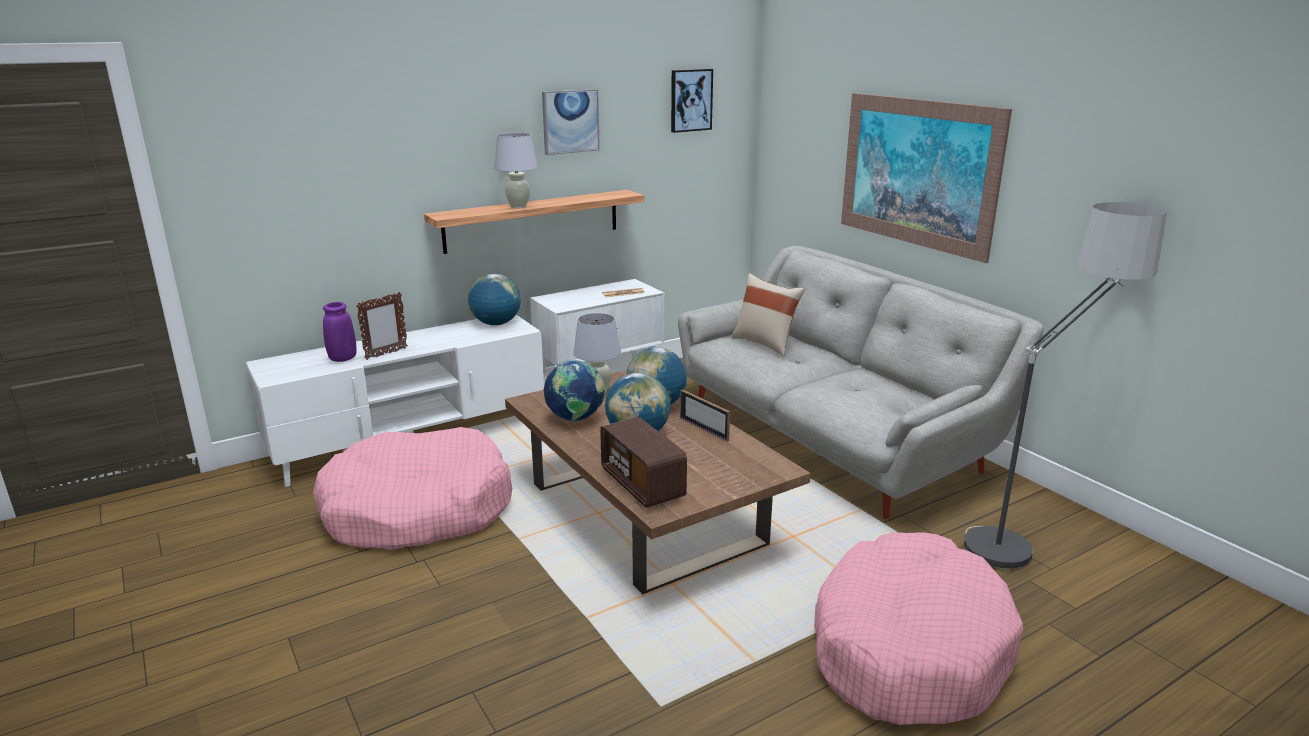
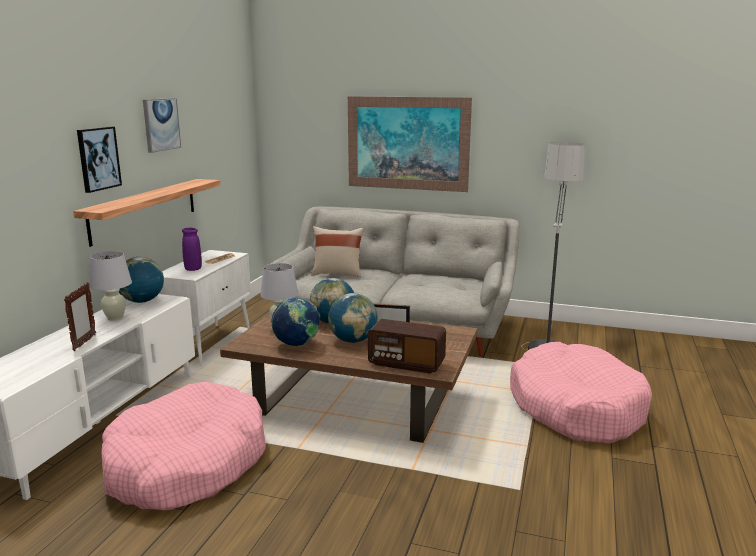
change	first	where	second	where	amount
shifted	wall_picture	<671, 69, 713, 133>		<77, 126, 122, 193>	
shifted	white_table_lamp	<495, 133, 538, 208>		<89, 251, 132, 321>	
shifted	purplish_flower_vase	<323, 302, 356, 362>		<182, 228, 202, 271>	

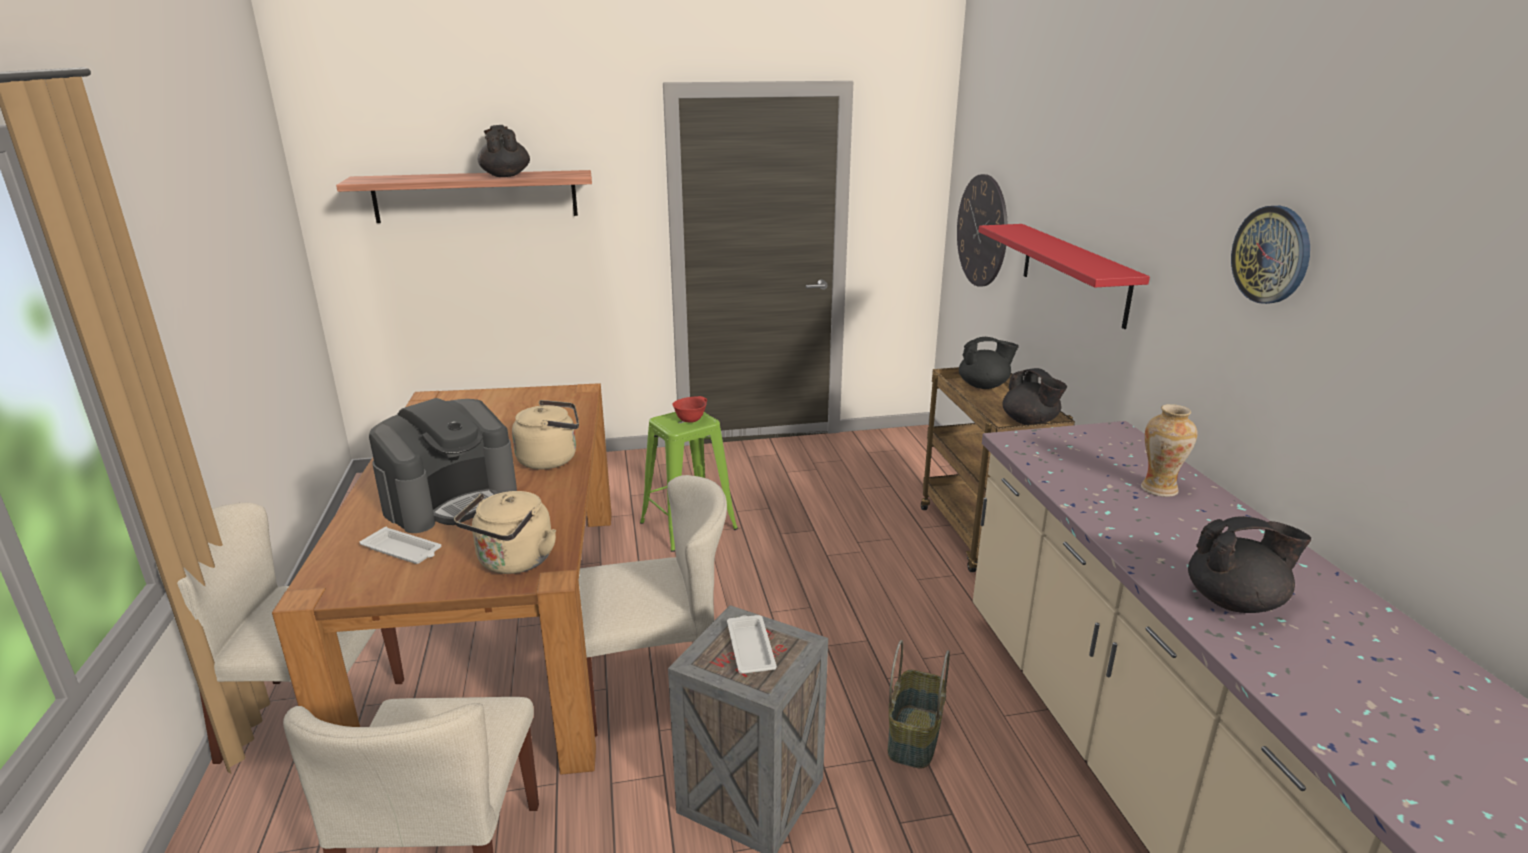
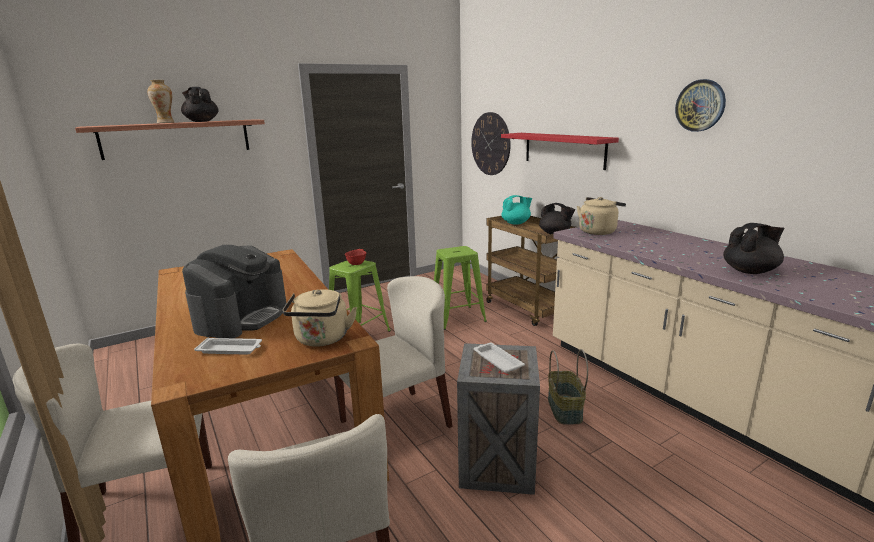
change	first	where	second	where	amount
shifted	flower_vase	<1141, 404, 1198, 497>		<147, 80, 174, 123>	
new			greenish_stool	<434, 246, 487, 330>	
repainted	black-coloured_pot_for_tea	<959, 337, 1019, 389>	blue-green_pot_for_tea	<502, 195, 532, 225>	
shifted	beige_water_kettle	<512, 400, 579, 470>		<577, 197, 626, 235>	

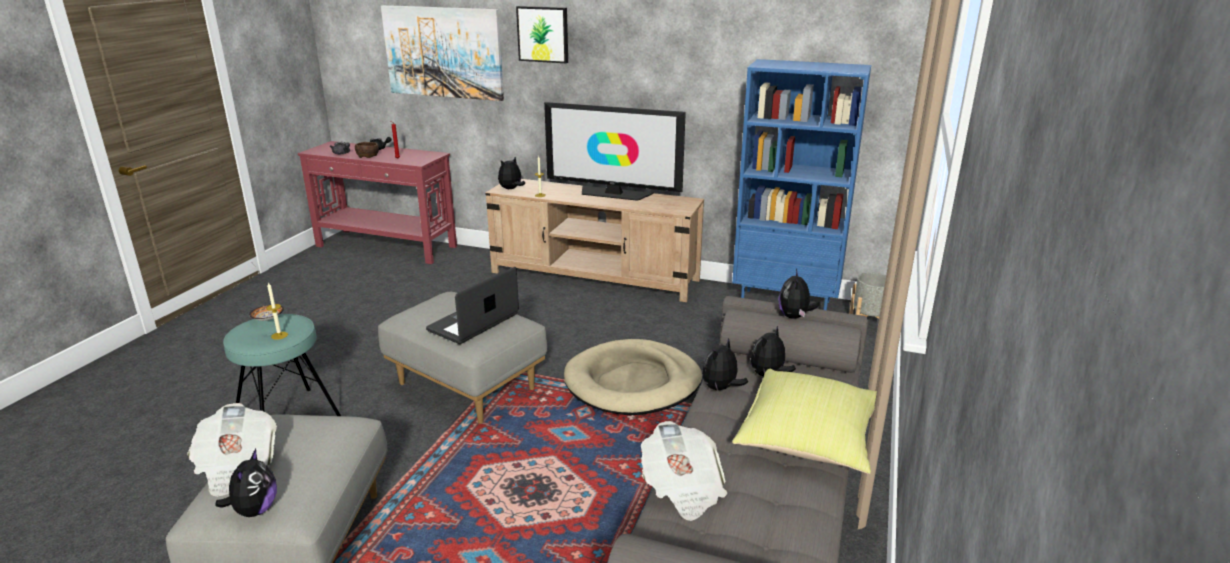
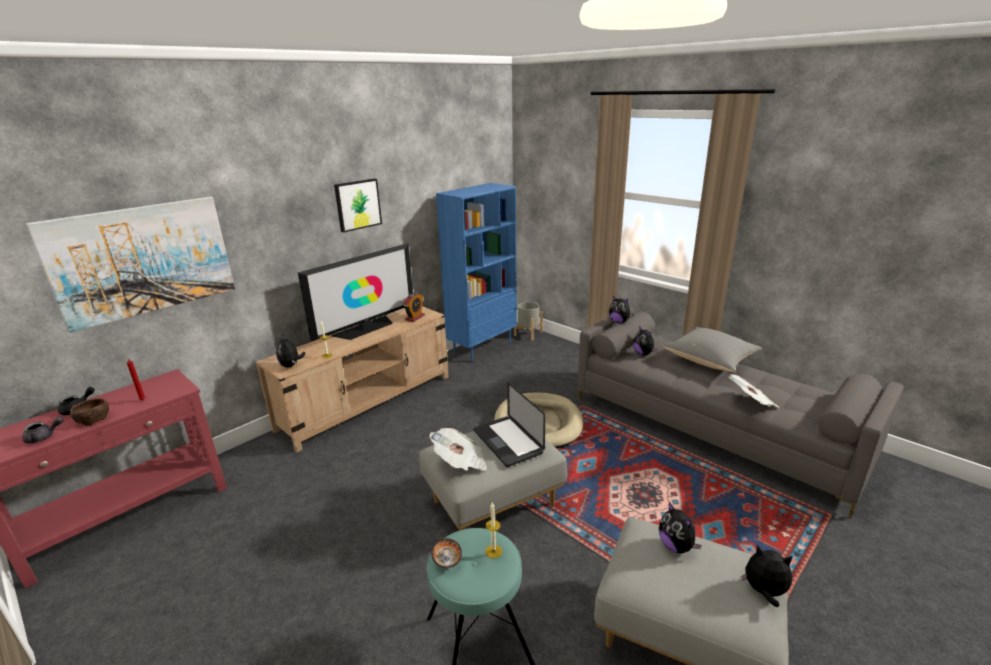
change	first	where	second	where	amount
shifted	wall_picture	<516, 6, 568, 63>		<334, 179, 382, 232>	
new			table_clock	<403, 293, 425, 322>	
shifted	printed_paper	<187, 403, 277, 497>		<430, 428, 487, 471>	
shifted	soft_toy	<702, 338, 748, 390>		<659, 502, 702, 553>	
repainted	yellow_pillow	<732, 369, 877, 474>	gray_pillow	<663, 327, 762, 372>	

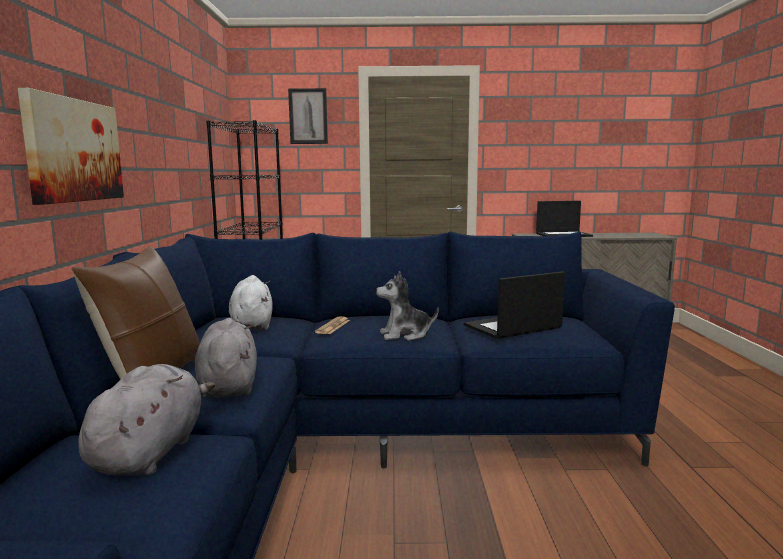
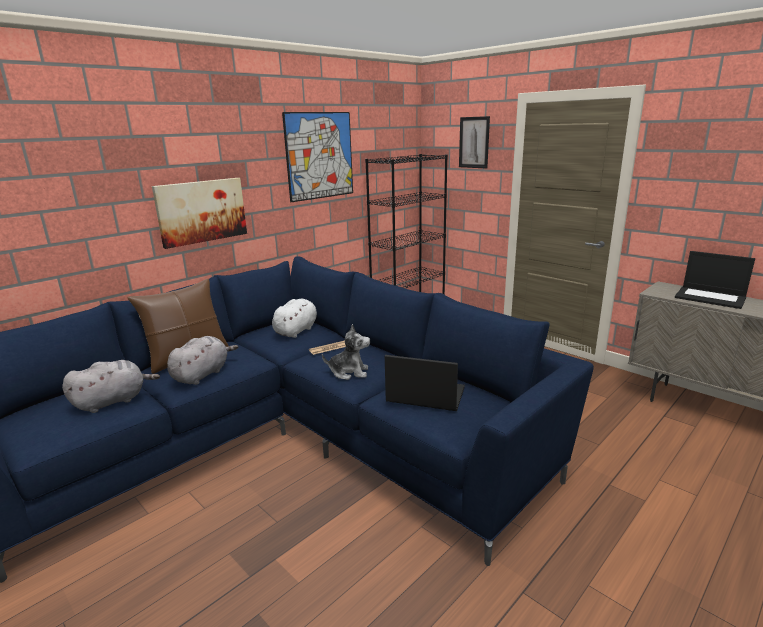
change	first	where	second	where	amount
new			wall_picture	<282, 112, 353, 202>	
rotated	soft_toy	<376, 271, 439, 341>		<322, 324, 370, 380>	150 degrees clockwise

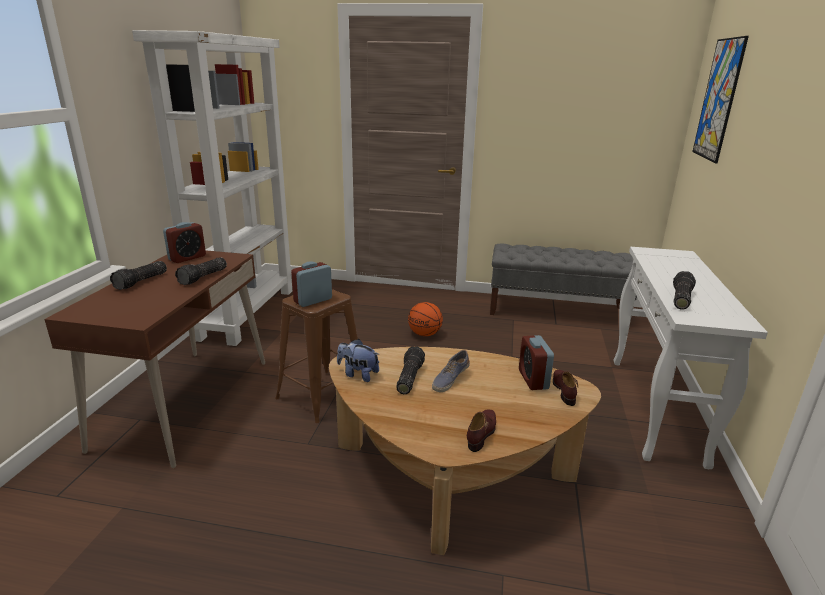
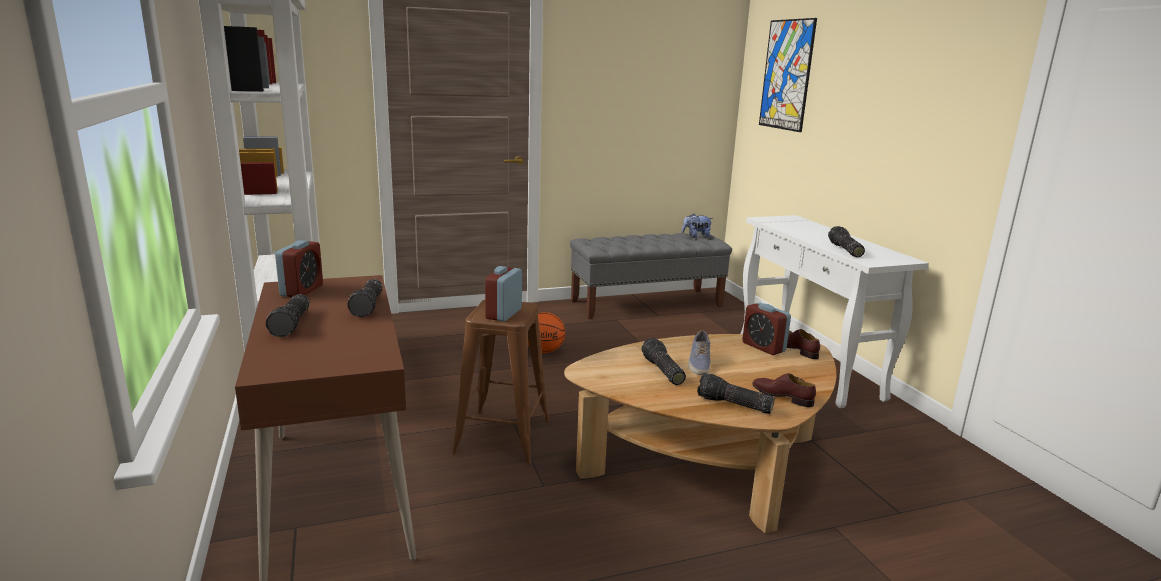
change	first	where	second	where	amount
shifted	soft_toy	<337, 339, 380, 382>		<682, 214, 713, 238>	
new			torch	<697, 373, 775, 414>	
rotated	brown-coloured_low_shoe	<467, 409, 496, 452>		<752, 373, 816, 407>	45 degrees counterclockwise

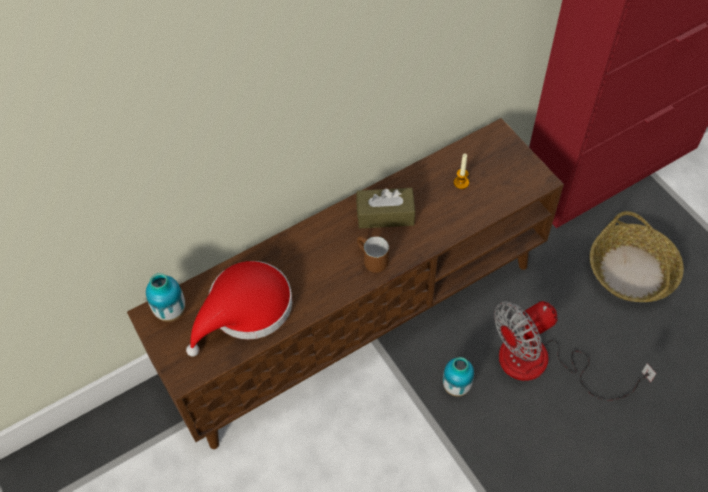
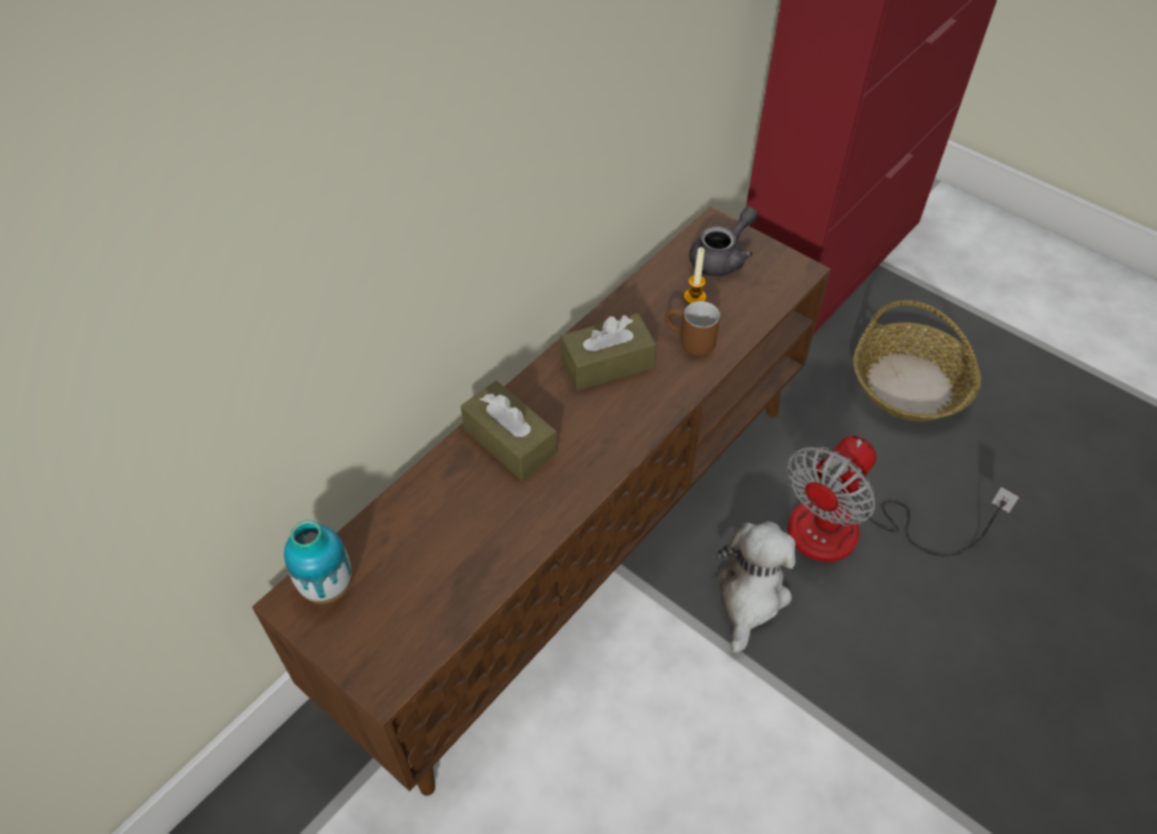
change	first	where	second	where	amount
new			brown-coloured_tissue_holder	<461, 381, 557, 481>	
shifted	brown-coloured_coffee_mug	<357, 236, 389, 273>		<665, 301, 720, 356>	
new			gray_pot_for_tea	<689, 207, 758, 276>	
swapped	flower_vase	<443, 357, 474, 397>	soft_toy	<716, 521, 796, 654>	
gone	red-coloured_clothing_hat	<186, 261, 292, 357>			

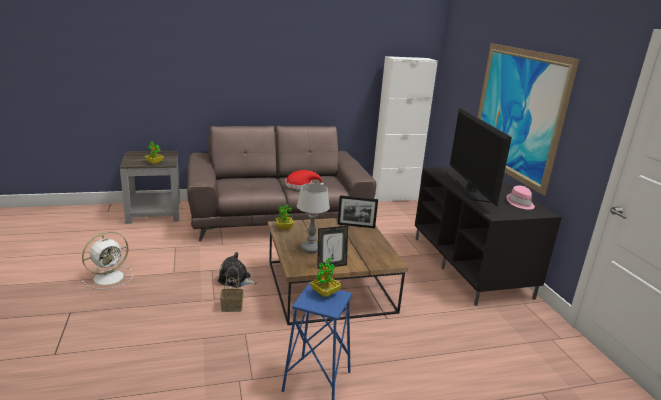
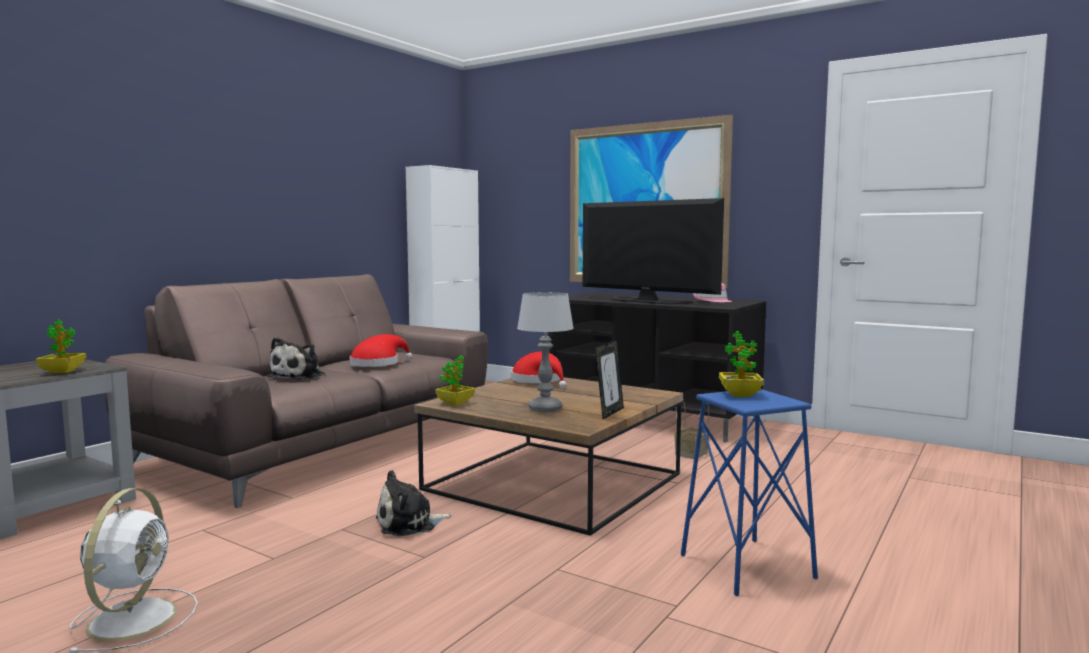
change	first	where	second	where	amount
new			soft_toy	<267, 337, 325, 379>	
swapped	picture_frame	<338, 195, 378, 228>	red-coloured_clothing_hat	<511, 352, 567, 388>	
shifted	basket	<220, 267, 243, 312>		<674, 400, 709, 459>	

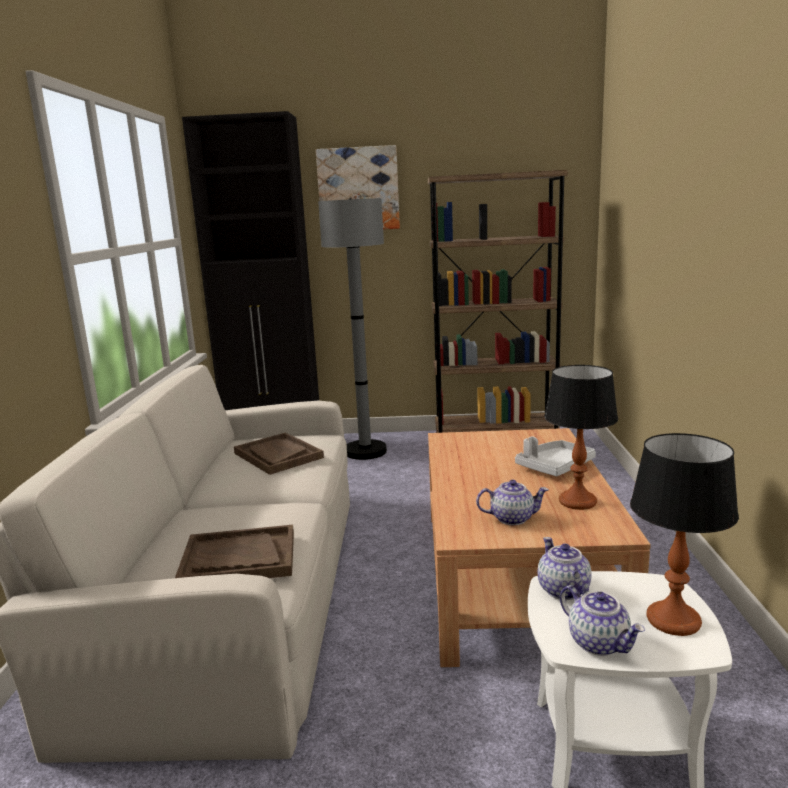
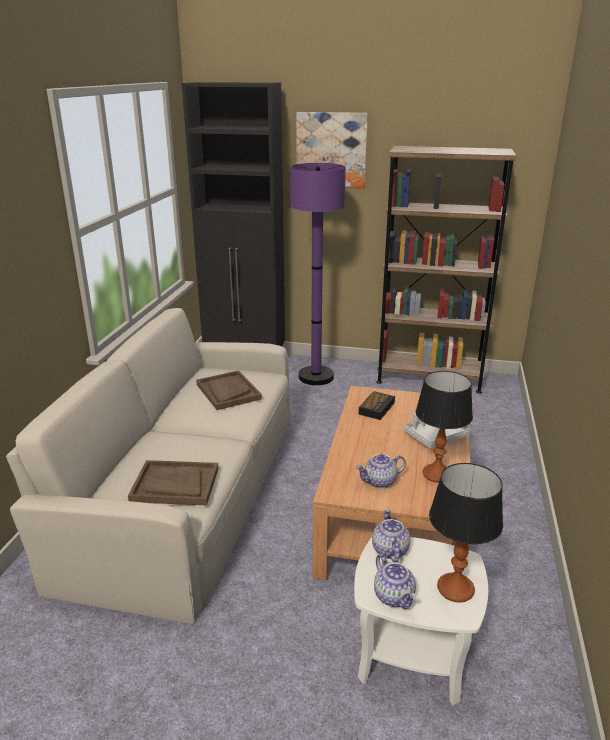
change	first	where	second	where	amount
repainted	gray_floor_lamp	<318, 198, 387, 460>	purplish_floor_lamp	<290, 163, 346, 385>	
rotated	pot_for_tea	<476, 480, 549, 525>		<356, 454, 406, 488>	150 degrees clockwise
new			table_clock	<359, 391, 395, 420>	

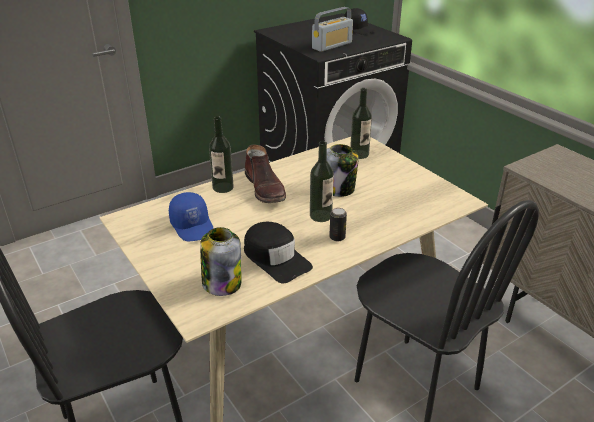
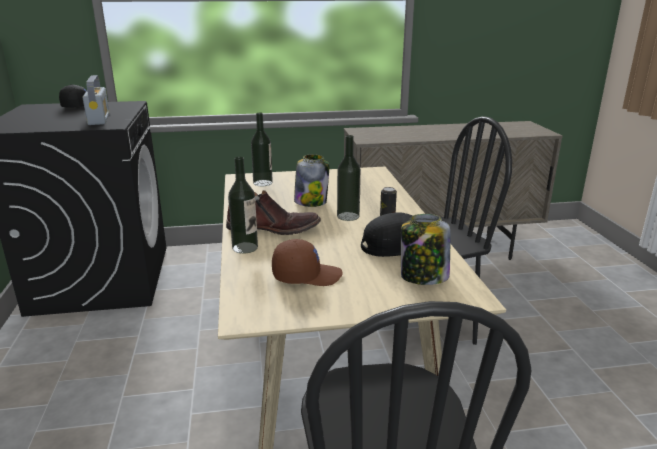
change	first	where	second	where	amount
repainted	blue-coloured_peaked_cap	<169, 192, 214, 241>	brown-coloured_peaked_cap	<272, 239, 343, 286>	

